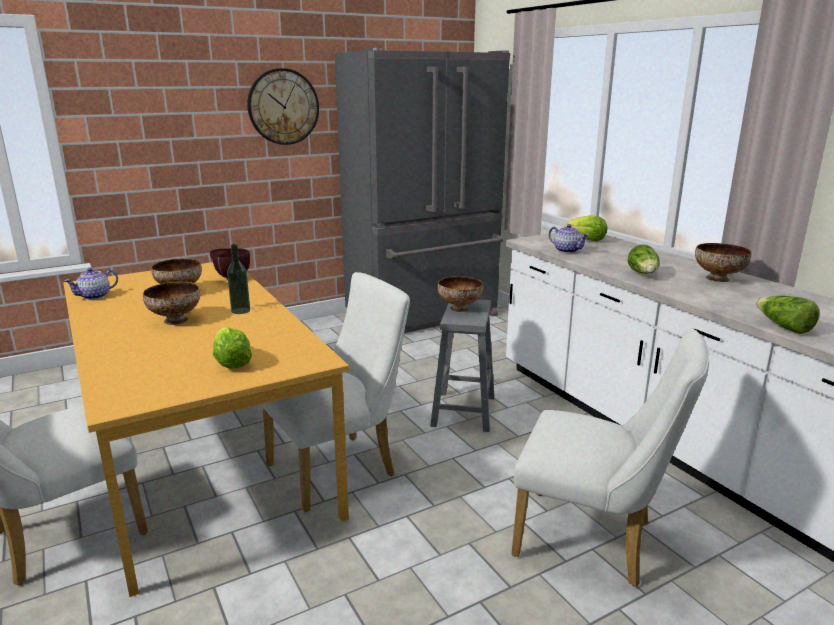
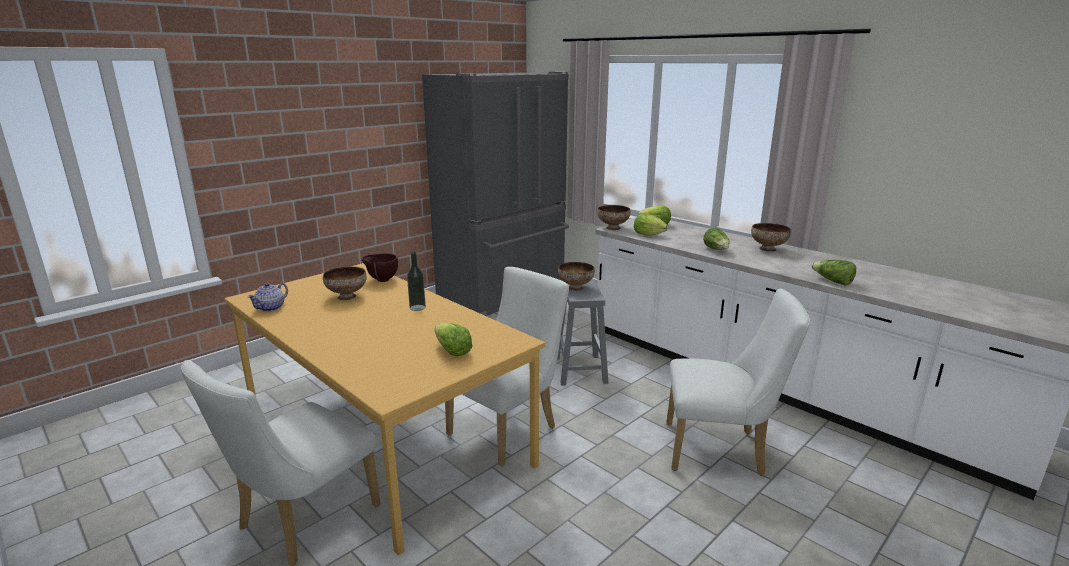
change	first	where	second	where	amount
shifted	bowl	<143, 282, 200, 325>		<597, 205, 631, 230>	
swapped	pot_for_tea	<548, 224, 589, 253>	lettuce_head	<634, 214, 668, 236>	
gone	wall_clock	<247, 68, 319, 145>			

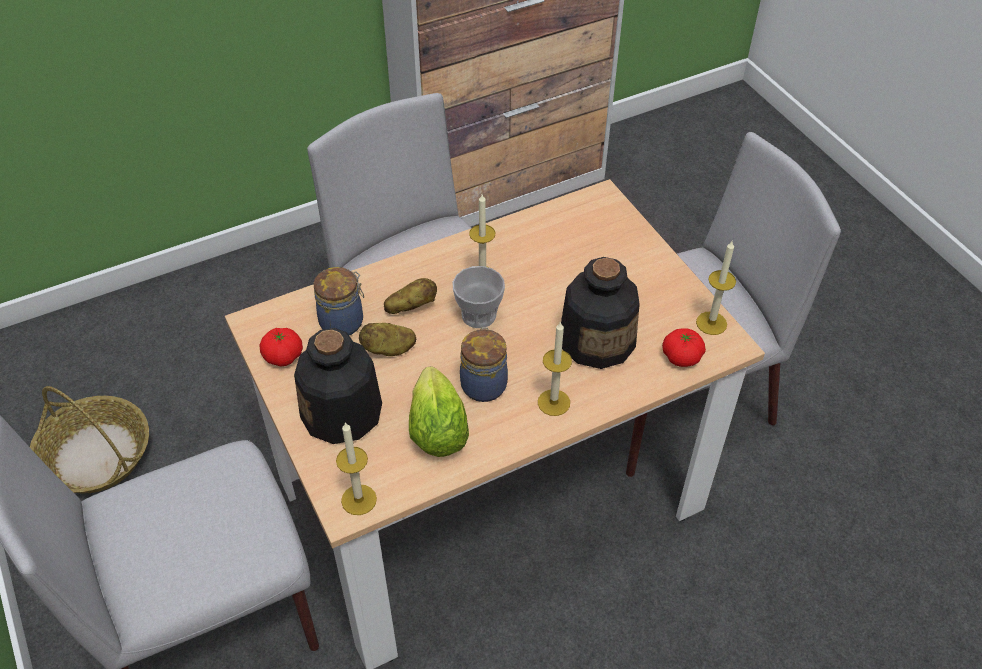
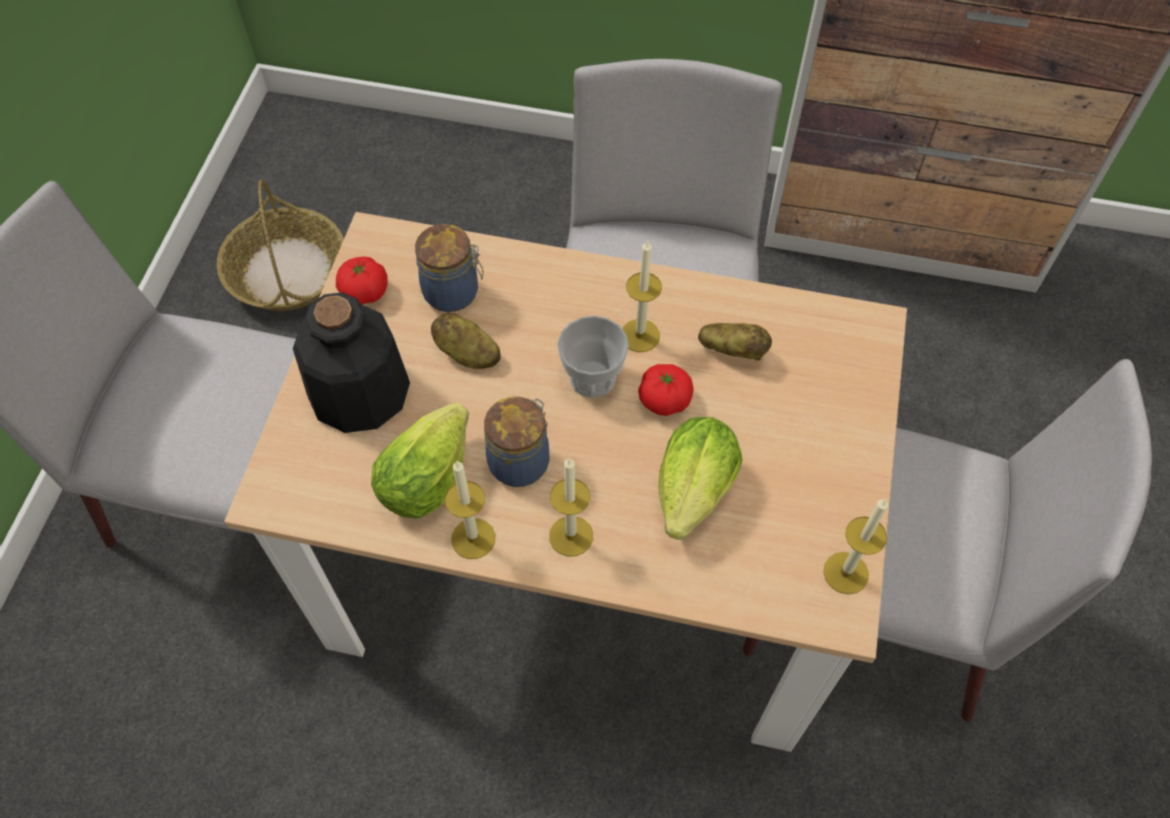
change	first	where	second	where	amount
shifted	wax_light	<336, 422, 377, 515>		<445, 461, 495, 559>	
shifted	whole_tomato	<662, 328, 706, 367>		<638, 364, 694, 416>	
swapped	beverage_bottle	<561, 257, 640, 369>	lettuce_head	<658, 417, 743, 540>	
shifted	spud	<384, 278, 437, 314>		<698, 323, 772, 360>	

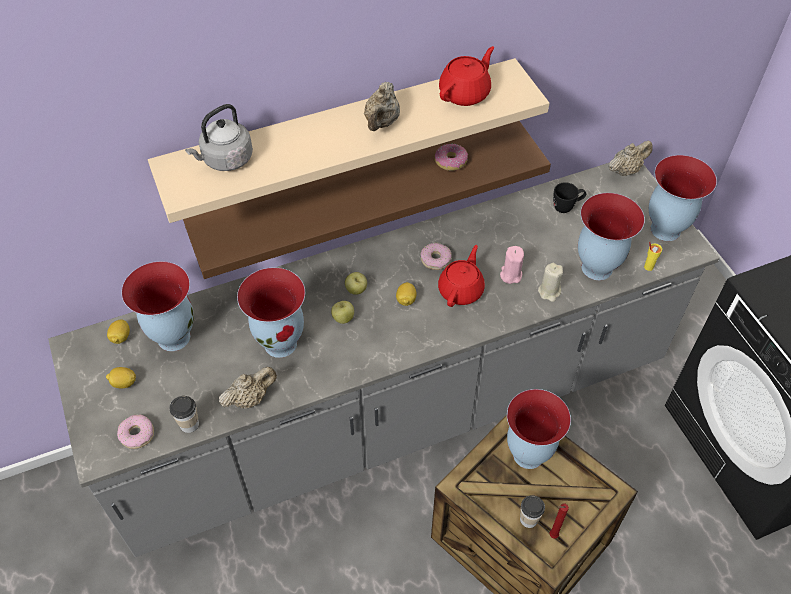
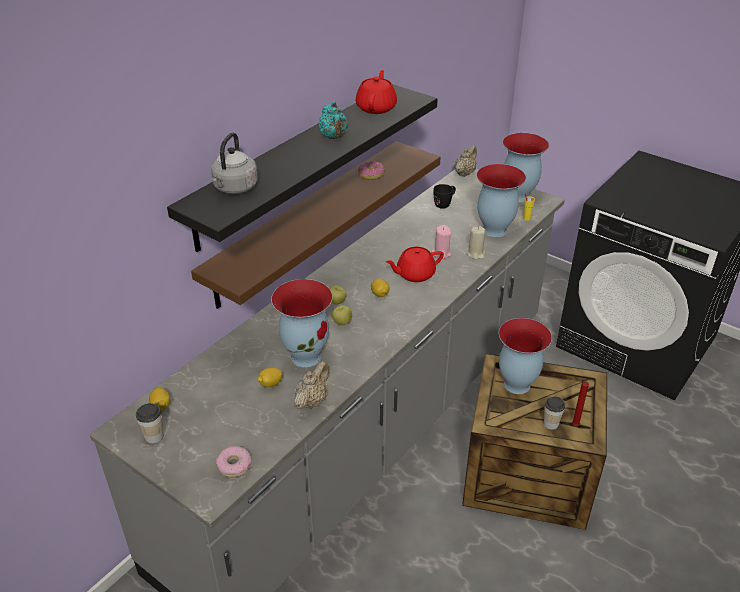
change	first	where	second	where	amount
shifted	small_cup	<169, 396, 199, 433>		<136, 403, 163, 443>	
repainted	beige_shelf	<148, 58, 550, 223>	black-coloured_shelf	<167, 84, 438, 252>	
shifted	whole_lemon	<106, 367, 136, 388>		<258, 367, 283, 387>	
repainted	beige_pot_for_tea	<364, 82, 400, 131>	blue-green_pot_for_tea	<318, 101, 348, 139>	
rotated	red-coloured_pot_for_tea	<438, 245, 485, 307>		<386, 247, 444, 282>	105 degrees counterclockwise
gone	flower_vase	<122, 261, 194, 351>			
gone	ring_doughnut	<420, 243, 452, 270>			

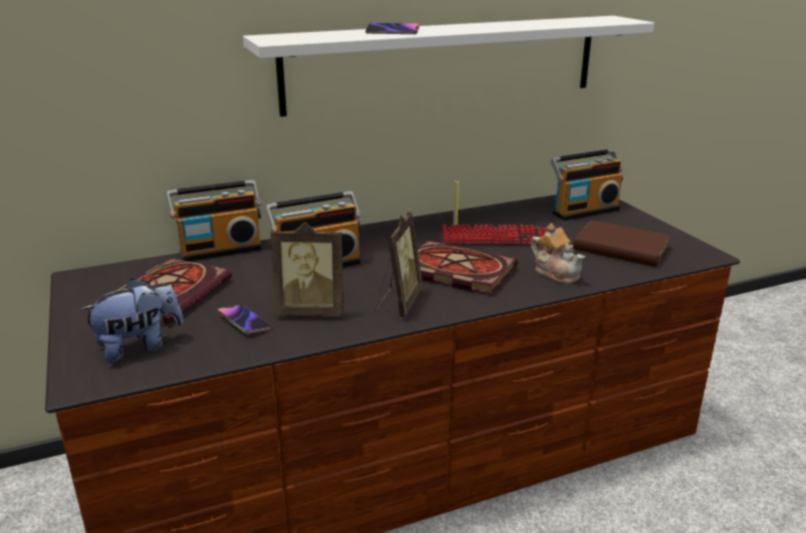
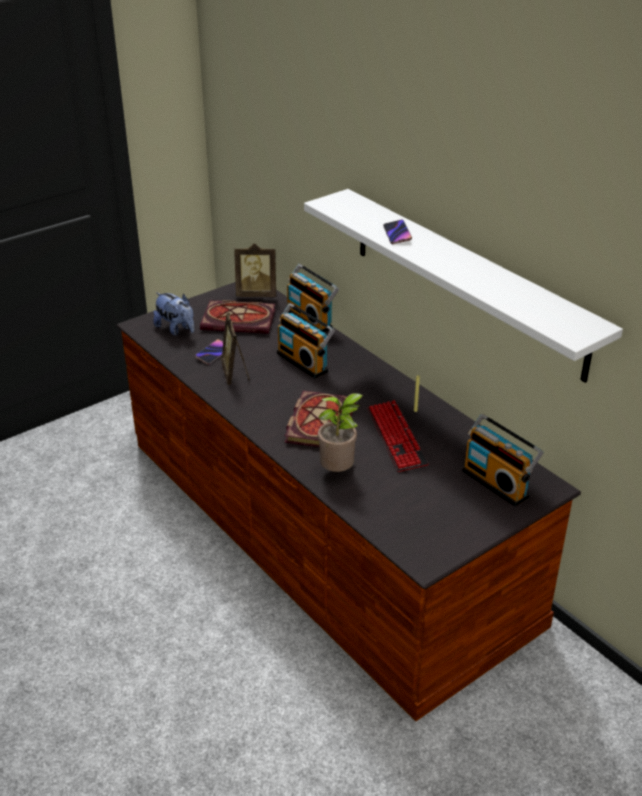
change	first	where	second	where	amount
shifted	picture_frame	<375, 212, 423, 317>		<234, 243, 276, 297>	
swapped	pot_for_tea	<531, 223, 585, 284>	houseplant	<318, 393, 363, 472>	
gone	brown-coloured_bound_book	<573, 220, 671, 267>			

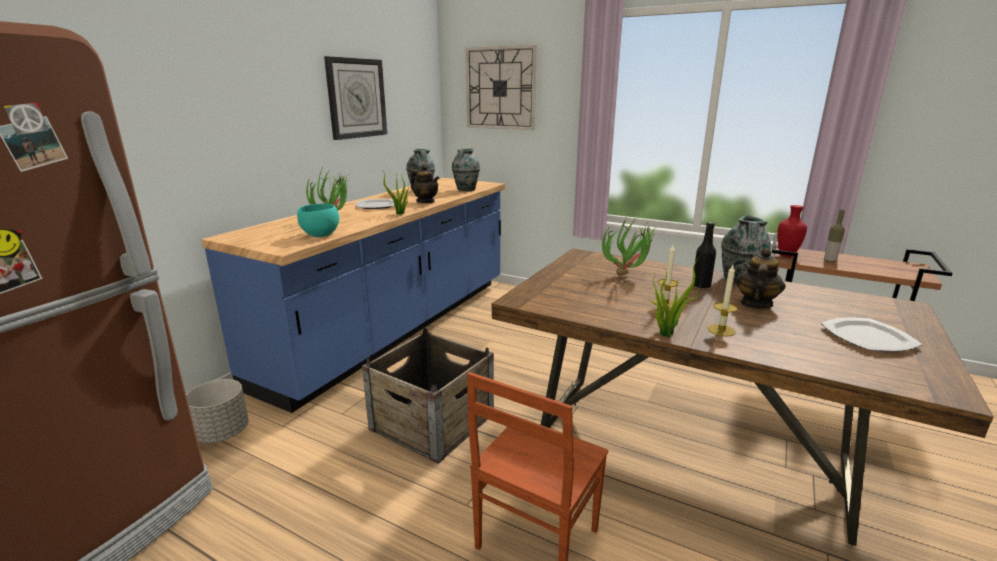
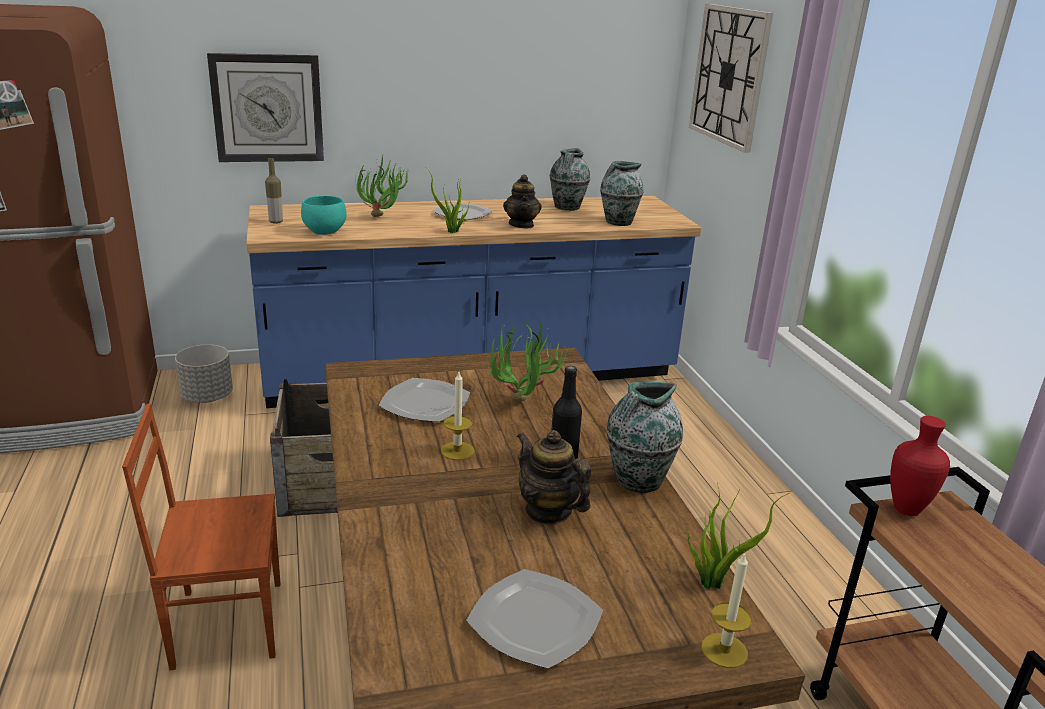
change	first	where	second	where	amount
shifted	wall_clock	<324, 56, 387, 140>		<207, 53, 324, 162>	
shifted	beverage_bottle	<824, 210, 845, 263>		<265, 158, 283, 224>	
new			flat_dish	<378, 378, 470, 422>	
rotated	pot_for_tea	<736, 248, 786, 308>		<517, 430, 591, 525>	120 degrees counterclockwise
shifted	houseplant	<649, 253, 703, 337>		<688, 483, 789, 590>	
shifted	wax_light	<708, 265, 738, 336>		<701, 552, 752, 668>	

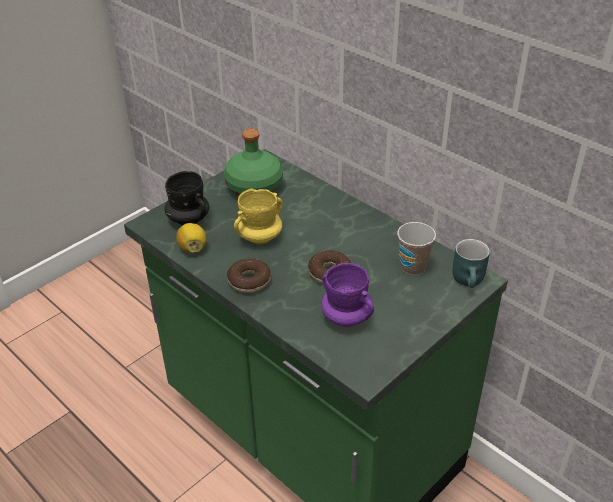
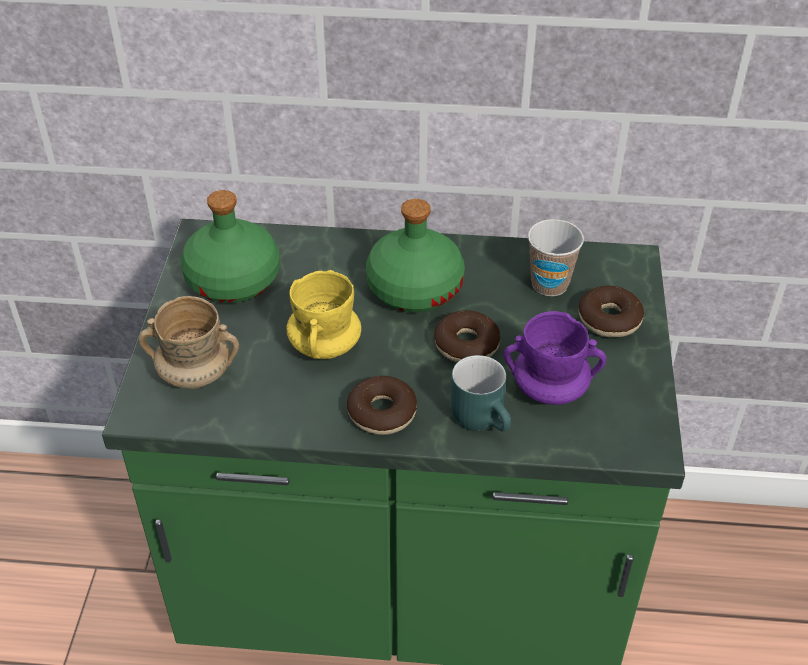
change	first	where	second	where	amount
repainted	black-coloured_coffee_mug	<164, 171, 209, 225>	beige_coffee_mug	<139, 296, 239, 389>	
new			greenish_beverage_bottle	<366, 199, 465, 312>	
shifted	blue-green_coffee_mug	<452, 239, 490, 288>		<451, 355, 511, 432>	
new			ring_doughnut	<579, 286, 644, 337>	
gone	whole_lemon	<176, 223, 206, 253>			

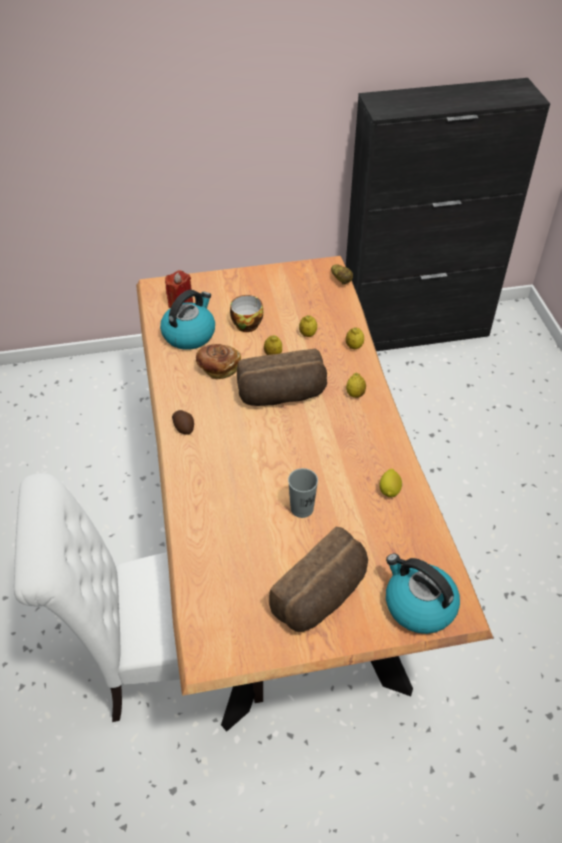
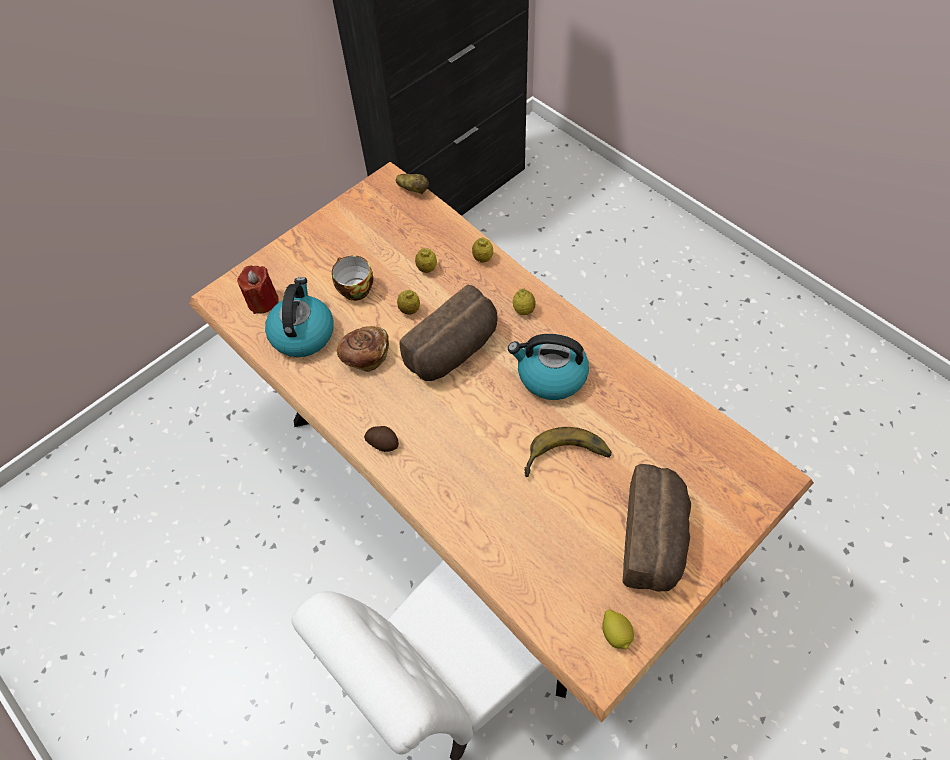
change	first	where	second	where	amount
shifted	water_kettle	<386, 554, 460, 634>		<508, 334, 589, 400>	
swapped	gray_small_cup	<288, 468, 318, 518>	banana	<524, 427, 612, 477>	
shifted	whole_lemon	<379, 469, 402, 497>		<602, 609, 634, 649>	

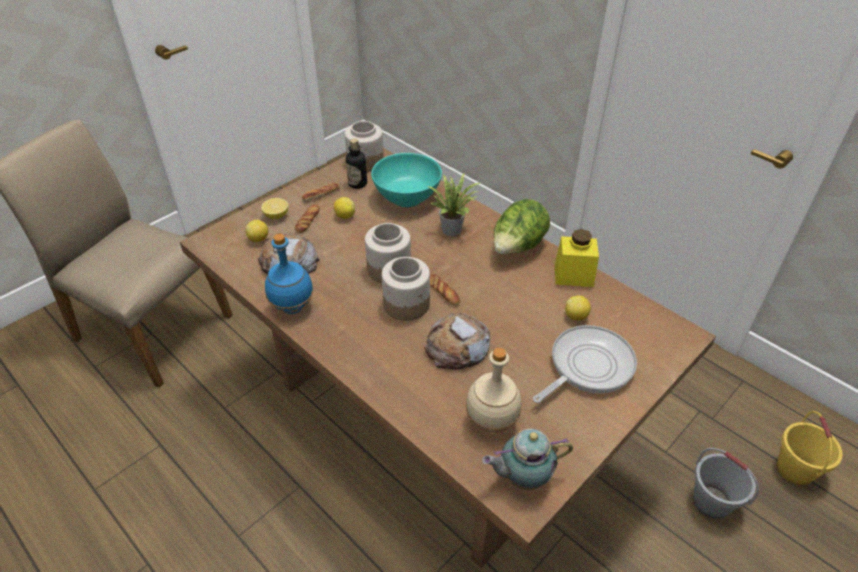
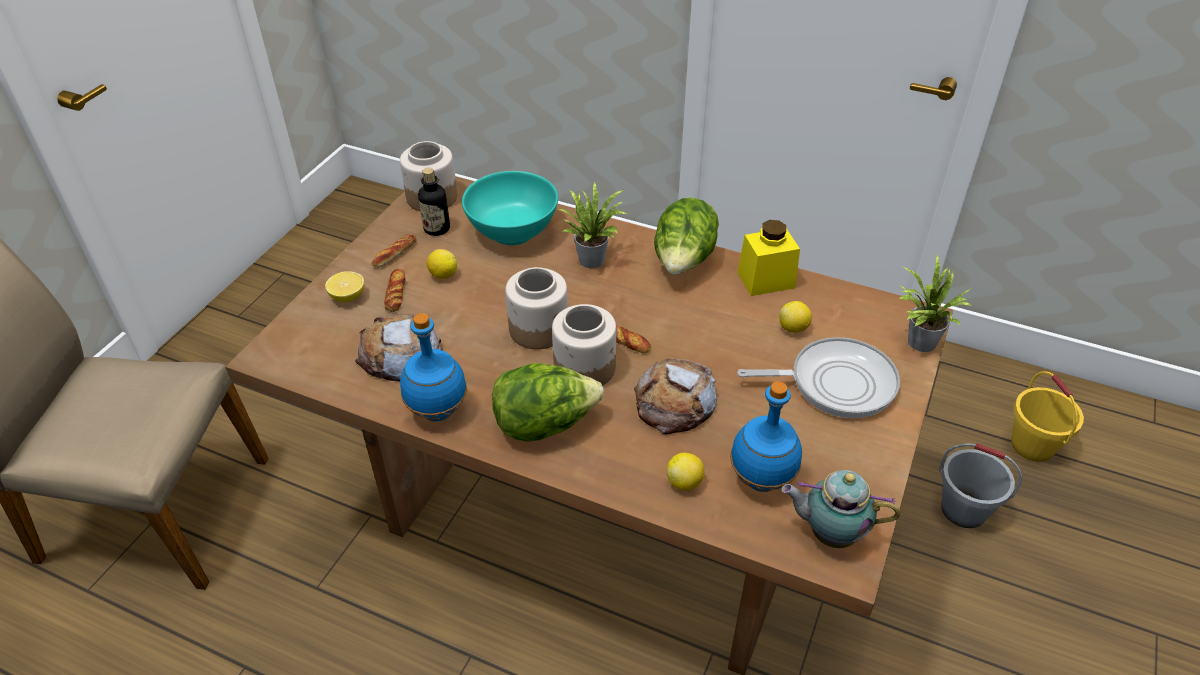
change	first	where	second	where	amount
new			lettuce_head	<492, 363, 604, 442>	
shifted	whole_lemon	<245, 220, 268, 242>		<667, 453, 705, 490>	
repainted	beige_beverage_bottle	<466, 348, 521, 432>	blue-coloured_beverage_bottle	<730, 381, 802, 492>	
rotated	skillet	<533, 325, 637, 403>		<737, 337, 900, 418>	60 degrees clockwise
rotated	pot_for_tea	<482, 429, 573, 490>		<781, 470, 900, 548>	45 degrees clockwise
new			houseplant	<898, 255, 972, 352>	

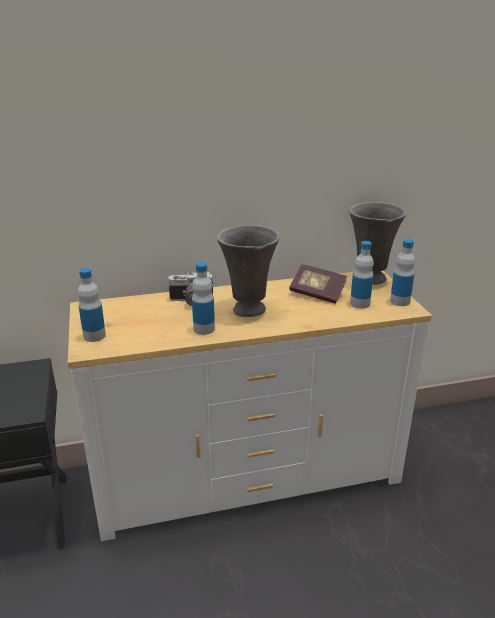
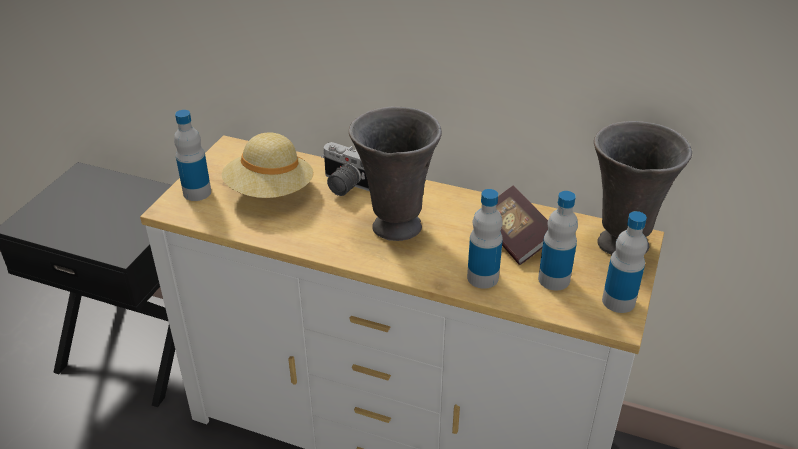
change	first	where	second	where	amount
new			beige_clothing_hat	<222, 132, 314, 198>	
shifted	beverage_bottle	<192, 262, 215, 335>		<467, 189, 503, 289>	

